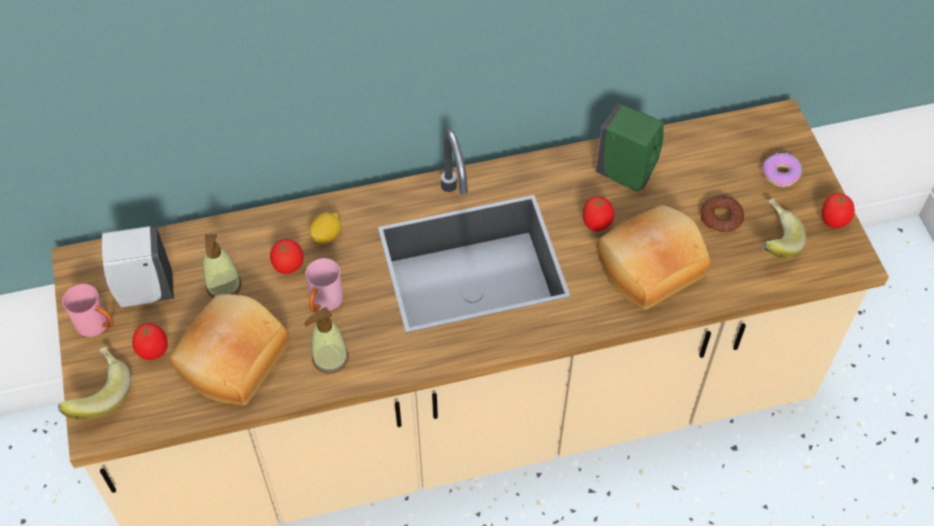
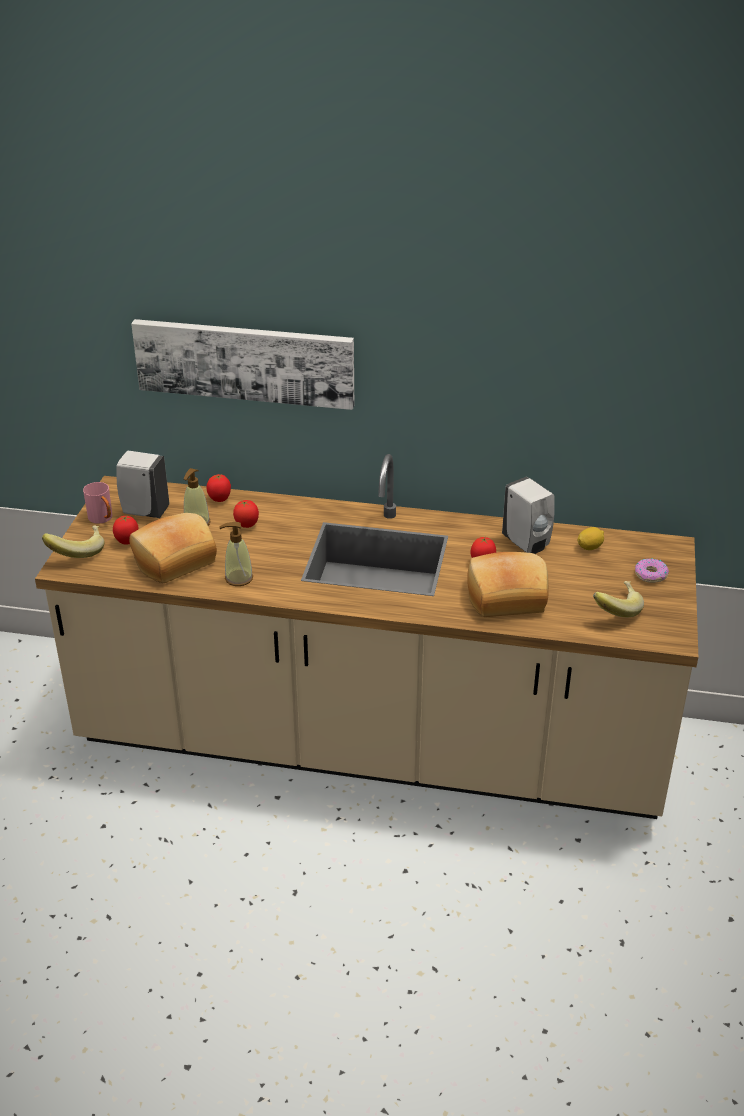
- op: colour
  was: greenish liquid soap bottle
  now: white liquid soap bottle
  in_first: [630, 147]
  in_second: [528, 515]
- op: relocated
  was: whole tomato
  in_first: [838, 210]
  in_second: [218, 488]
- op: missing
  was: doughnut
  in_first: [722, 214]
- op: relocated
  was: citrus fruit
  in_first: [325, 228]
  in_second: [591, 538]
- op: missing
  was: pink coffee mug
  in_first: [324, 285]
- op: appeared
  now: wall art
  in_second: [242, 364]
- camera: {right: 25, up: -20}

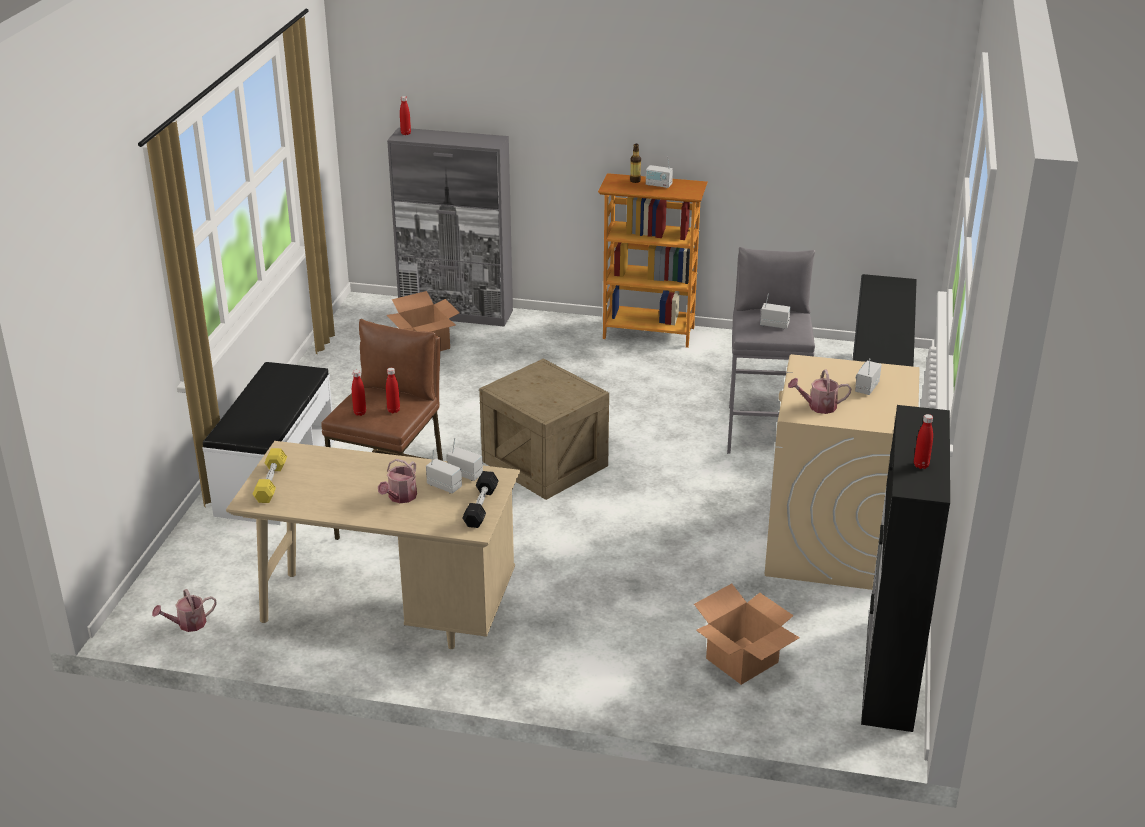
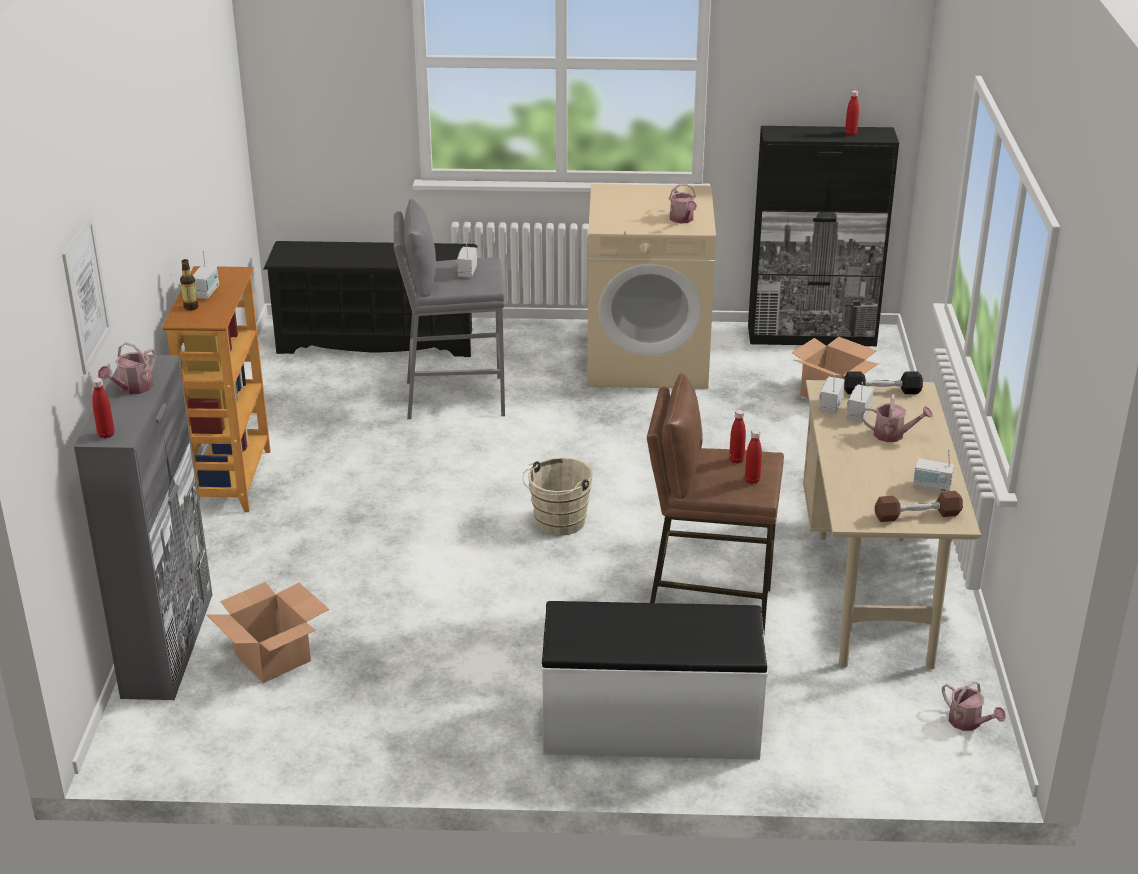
- op: relocated
  was: radio set
  in_first: [868, 376]
  in_second: [933, 471]
- op: exchanged
  was: packing crate
  now: beige-coloured water bucket
  in_first: [544, 429]
  in_second: [557, 496]
- op: colour
  was: yellowish dumbbell
  now: brownish dumbbell
  in_first: [270, 475]
  in_second: [919, 506]
- op: appeared
  now: wall art
  in_second: [86, 294]
- op: appeared
  now: watering can
  in_second: [127, 368]
- camera: {right: -100, up: 0}

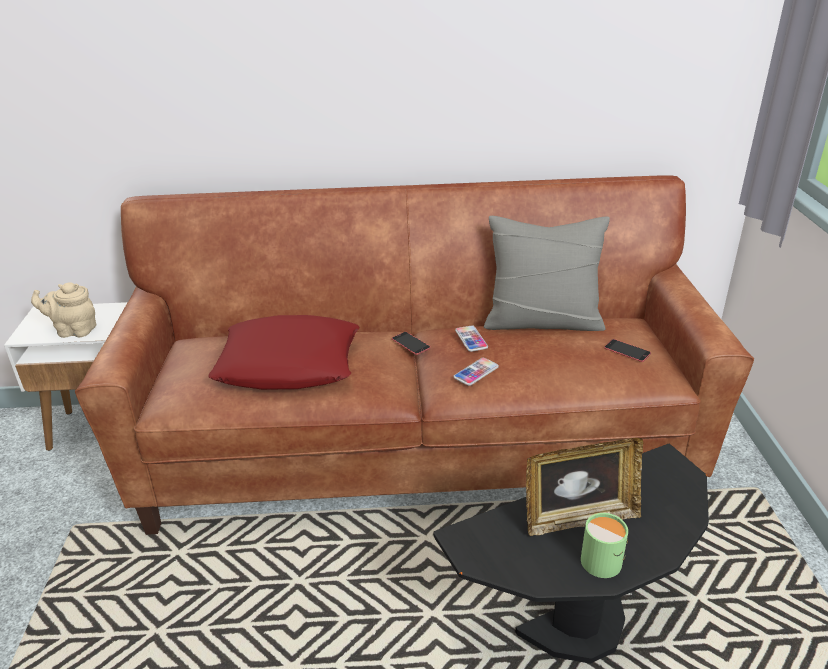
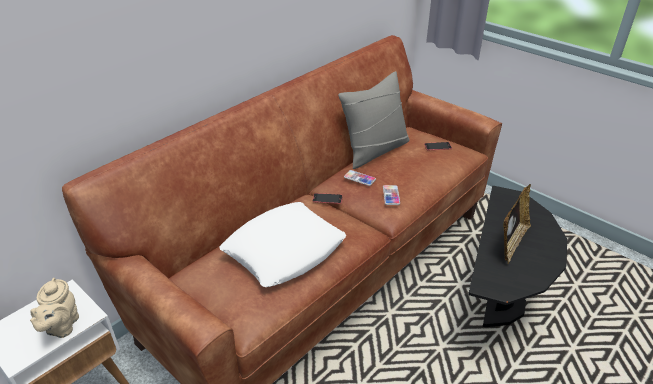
- op: spun
  was: beige-coloured pot for tea
  in_first: [63, 310]
  in_second: [54, 308]
  clockwise: -45
- op: colour
  was: red pillow
  now: white pillow
  in_first: [283, 352]
  in_second: [283, 244]
- op: missing
  was: greenish coffee mug
  in_first: [604, 545]
- camera: {right: -45, up: 5}

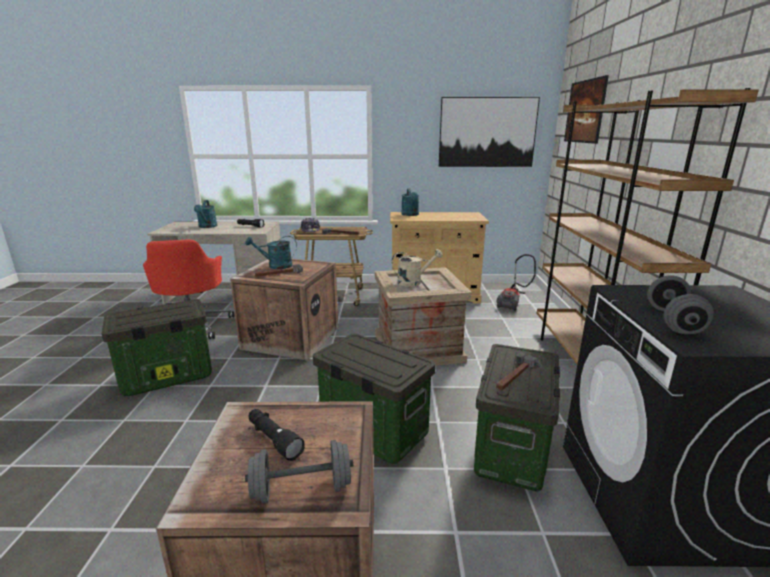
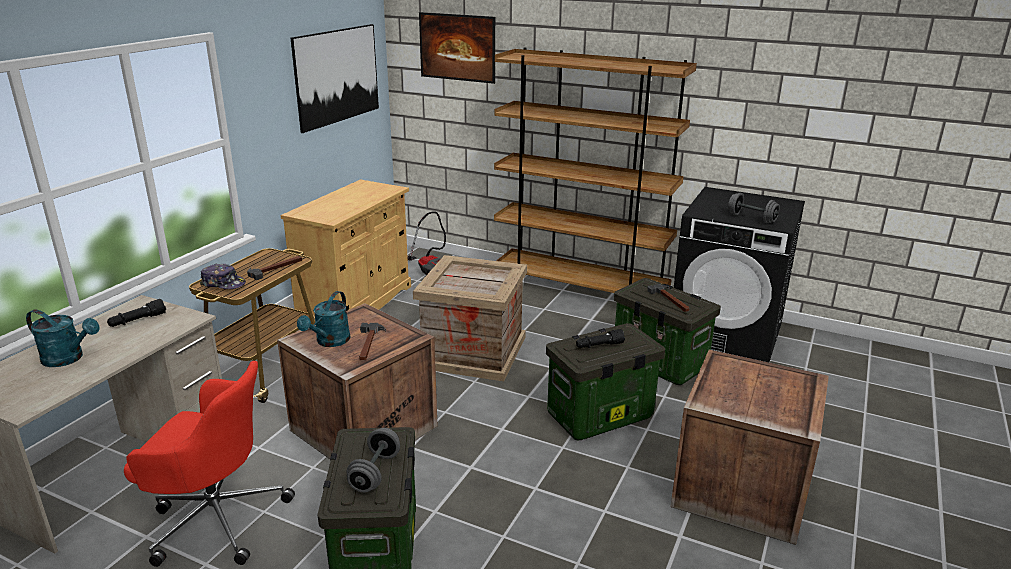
- op: missing
  was: turquoise watering can
  in_first: [410, 202]
- op: missing
  was: beige-coloured watering can
  in_first: [417, 268]
- op: relocated
  was: black hand torch
  in_first: [276, 435]
  in_second: [600, 338]
- op: relocated
  was: gray dumbbell
  in_first: [299, 472]
  in_second: [373, 460]
- camera: {right: -65, up: 5}

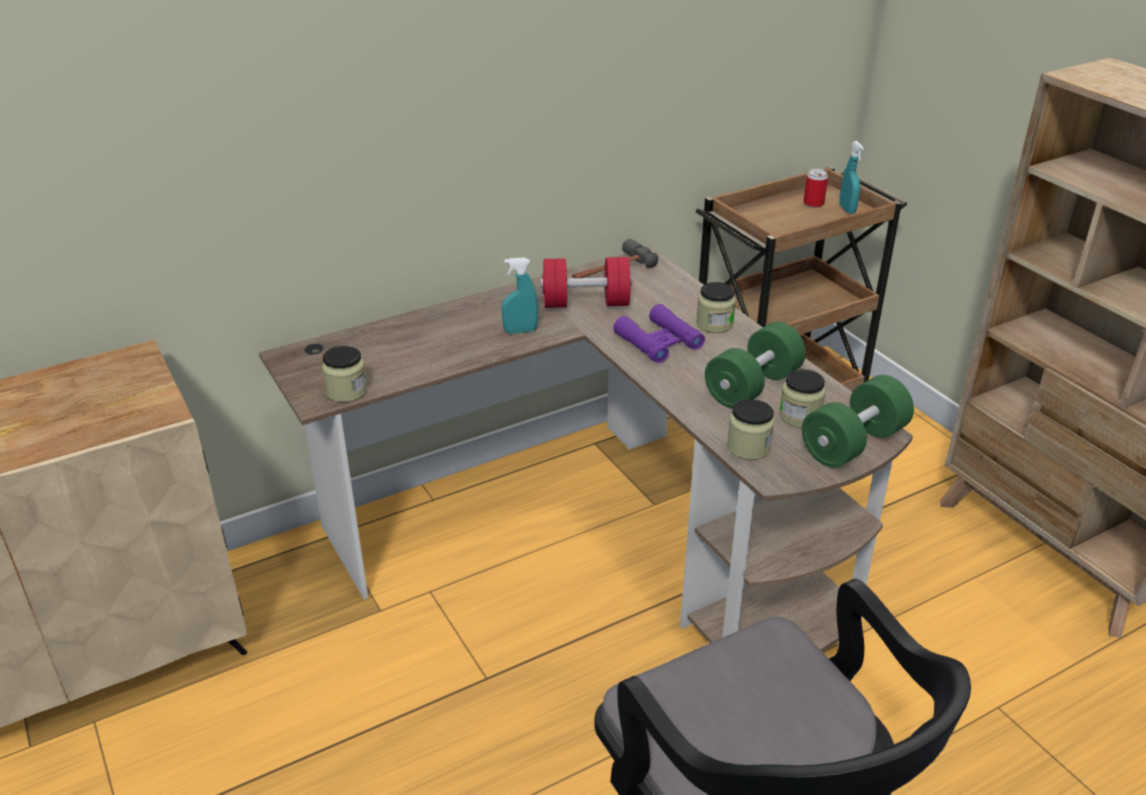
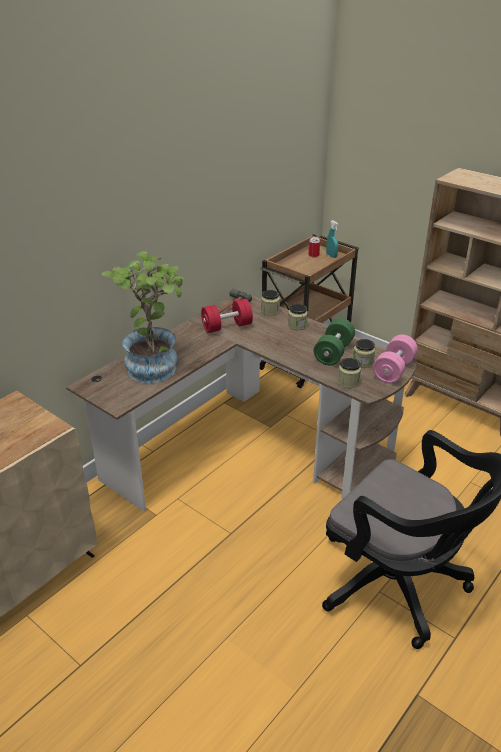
- op: missing
  was: turquoise sprayer
  in_first: [520, 295]
- op: missing
  was: purplish pair of binoculars
  in_first: [659, 333]
- op: relocated
  was: storage jar
  in_first: [344, 374]
  in_second: [270, 303]
- op: colour
  was: greenish dumbbell
  now: pink dumbbell
  in_first: [858, 421]
  in_second: [395, 358]
- op: appeared
  now: houseplant
  in_second: [143, 317]
- camera: {right: -20, up: 0}

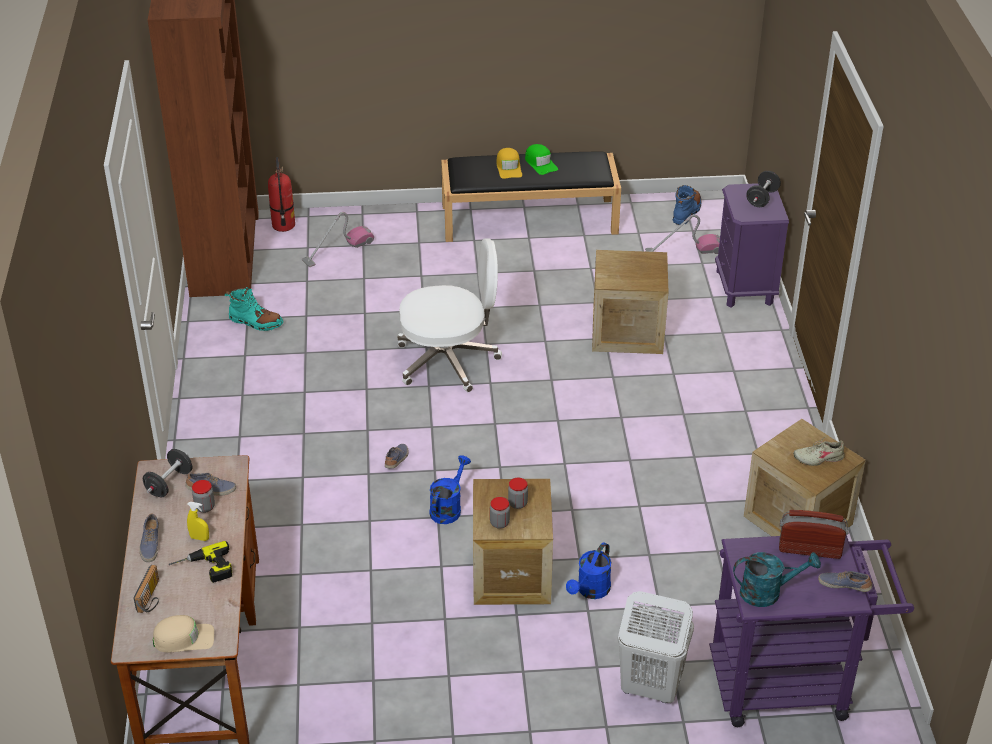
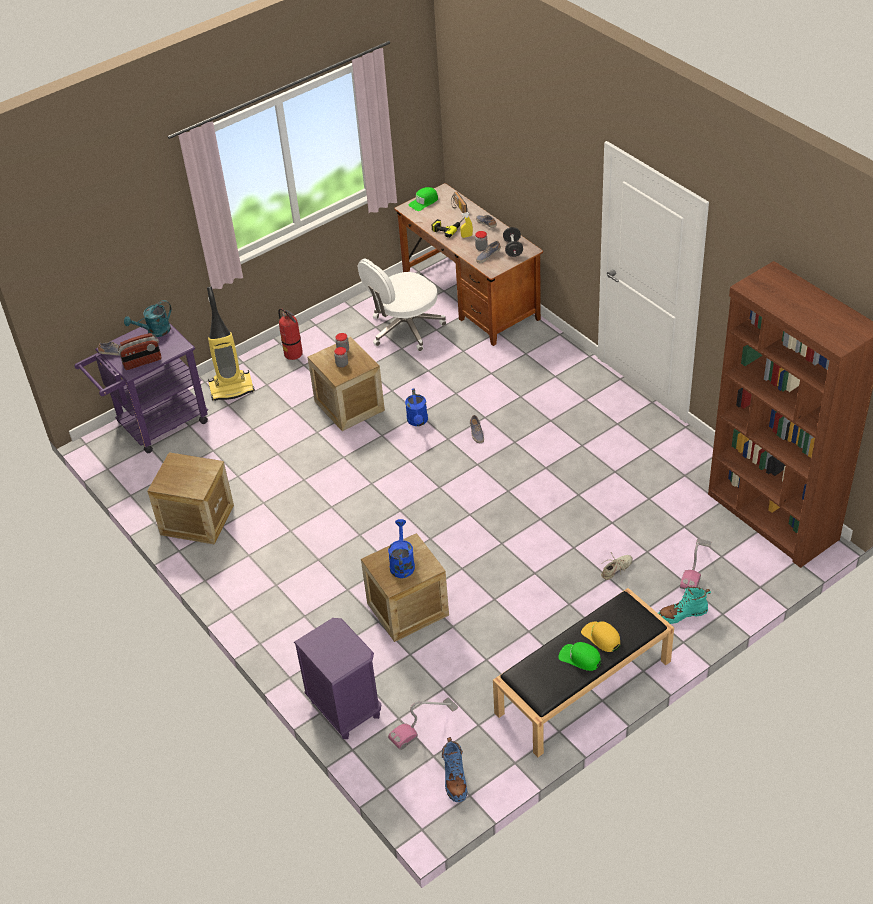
- op: relocated
  was: fire-fighting cylinder
  in_first: [281, 194]
  in_second: [290, 334]
- op: missing
  was: black dumbbell
  in_first: [763, 189]
- op: relocated
  was: white desk chair
  in_first: [449, 315]
  in_second: [402, 304]
- op: relocated
  was: turquoise boot
  in_first: [253, 309]
  in_second: [684, 605]
- op: relocated
  was: beige-coloured low shoe
  in_first: [819, 451]
  in_second: [617, 566]
- op: relocated
  was: bluish watering can
  in_first: [588, 570]
  in_second: [401, 548]
- op: exchanged
  was: white laundry basket
  now: vacuum
  in_first: [656, 647]
  in_second: [231, 344]
- op: colour
  was: beige-coloured baseball cap
  now: greenish baseball cap
  in_first: [183, 633]
  in_second: [423, 199]
- camera: {right: 150, up: 5}

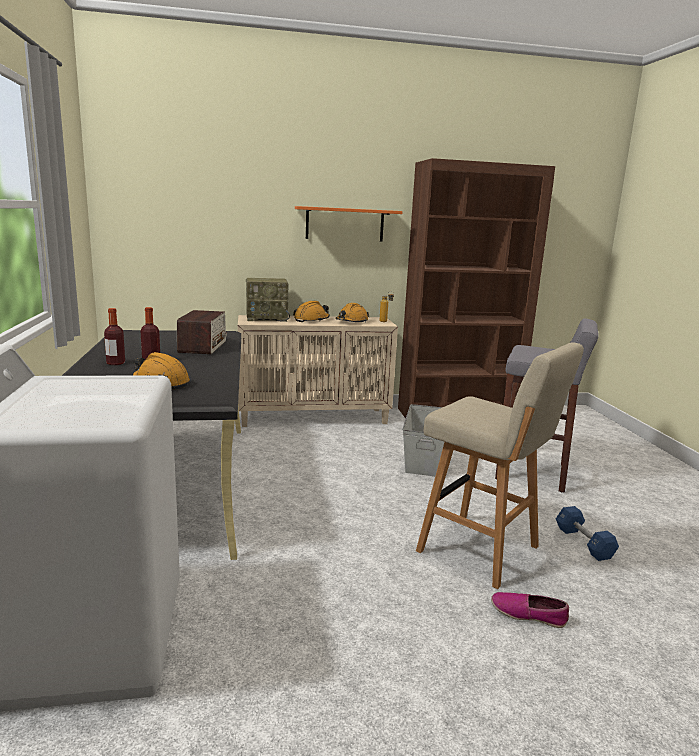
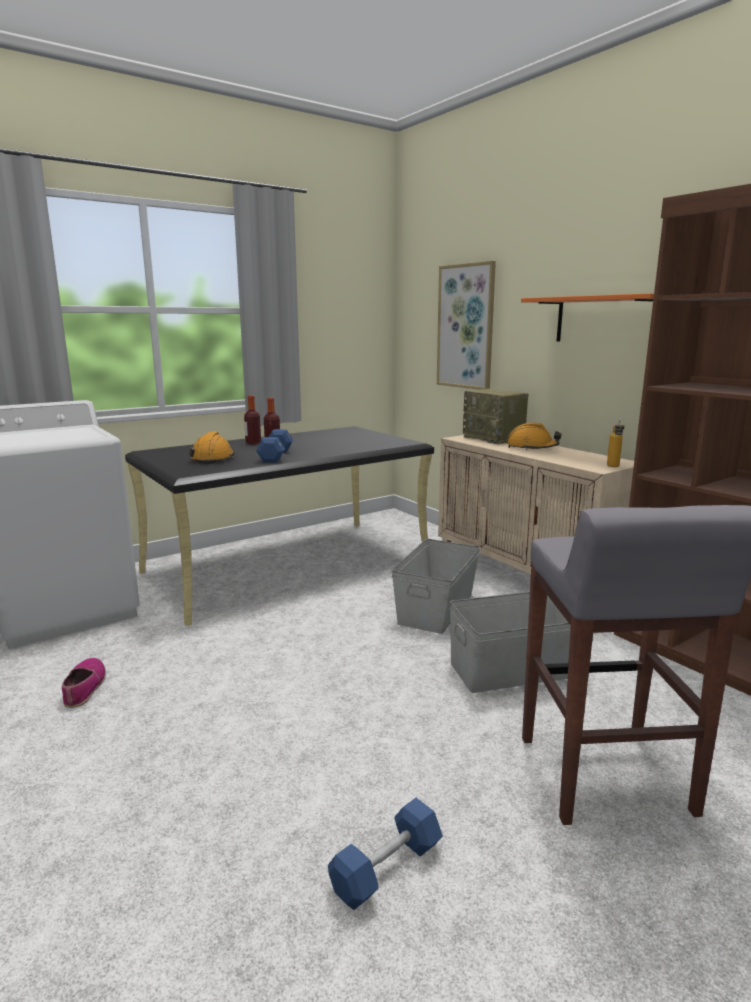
- op: missing
  was: orange-coloured work helmet
  in_first: [352, 313]
- op: missing
  was: radio set
  in_first: [202, 332]
- op: missing
  was: beige-coloured stool
  in_first: [500, 466]
- op: relocated
  was: low shoe
  in_first: [530, 610]
  in_second: [84, 683]
- op: appeared
  now: wall art
  in_second: [466, 325]
- op: appeared
  now: bluish dumbbell
  in_second: [274, 446]
- op: appeared
  now: gray storage container
  in_second: [435, 586]
- camera: {right: 65, up: 0}

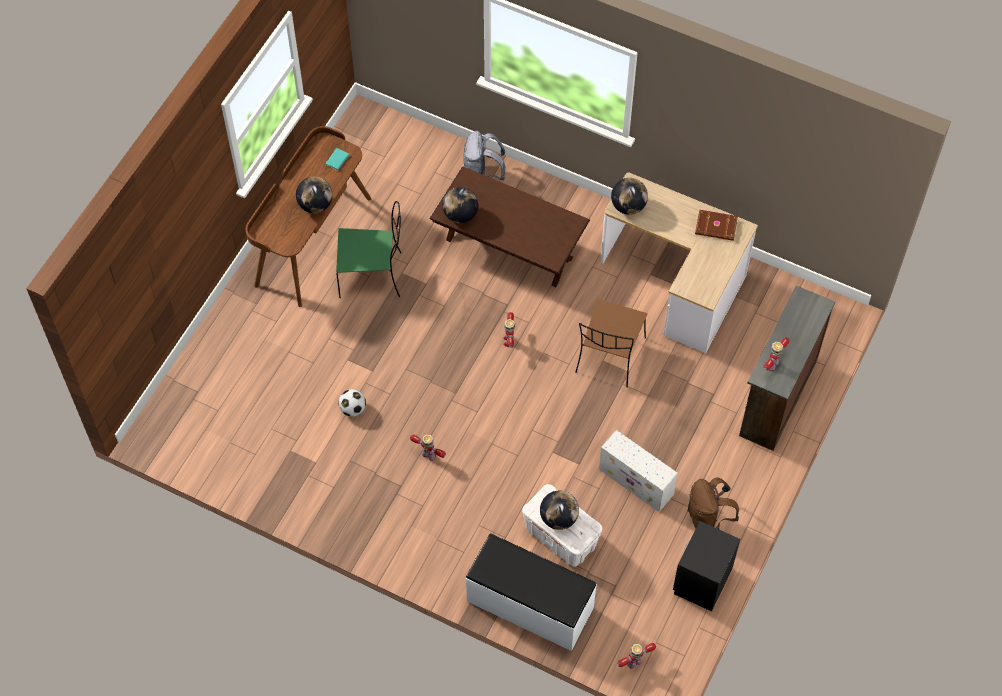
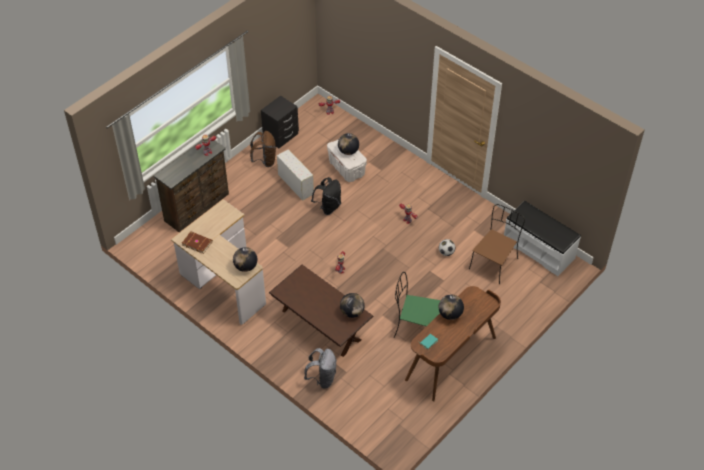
- op: relocated
  was: brownish plain chair
  in_first: [611, 343]
  in_second: [497, 244]
- op: relocated
  was: white indoor bench
  in_first: [531, 592]
  in_second: [542, 238]
- op: appeared
  now: black knapsack
  in_second: [326, 196]
- camera: {right: -165, up: -10}

